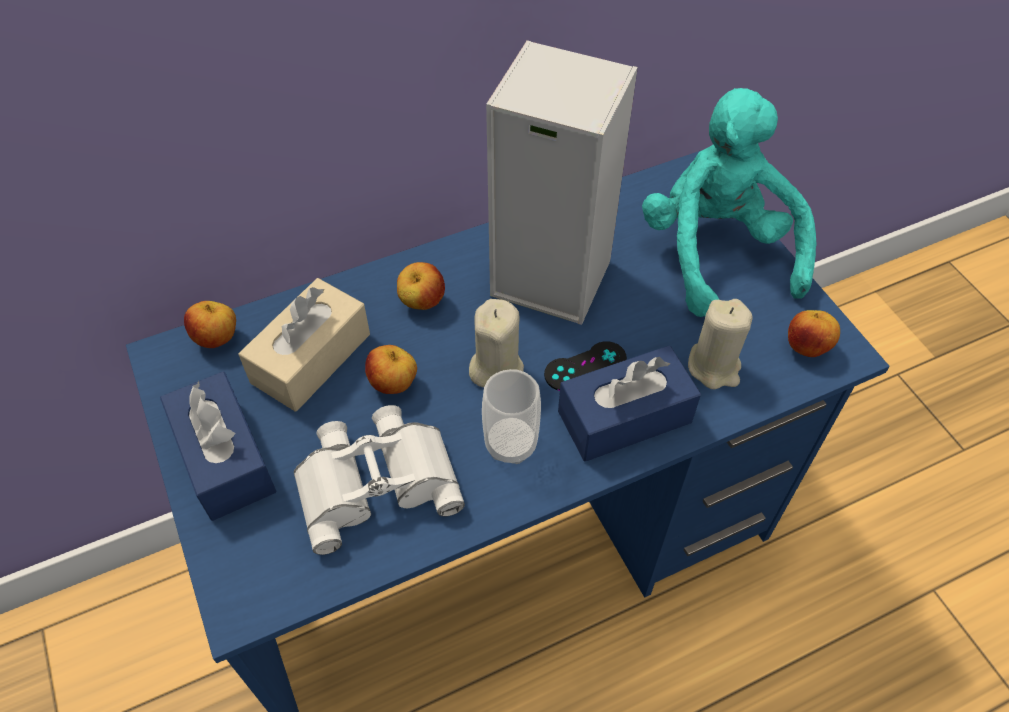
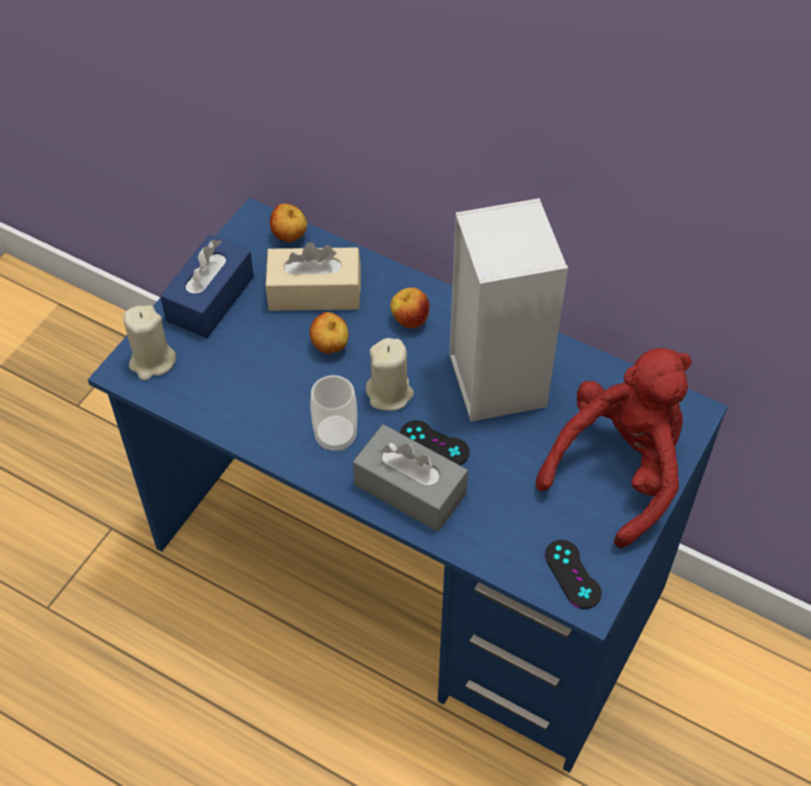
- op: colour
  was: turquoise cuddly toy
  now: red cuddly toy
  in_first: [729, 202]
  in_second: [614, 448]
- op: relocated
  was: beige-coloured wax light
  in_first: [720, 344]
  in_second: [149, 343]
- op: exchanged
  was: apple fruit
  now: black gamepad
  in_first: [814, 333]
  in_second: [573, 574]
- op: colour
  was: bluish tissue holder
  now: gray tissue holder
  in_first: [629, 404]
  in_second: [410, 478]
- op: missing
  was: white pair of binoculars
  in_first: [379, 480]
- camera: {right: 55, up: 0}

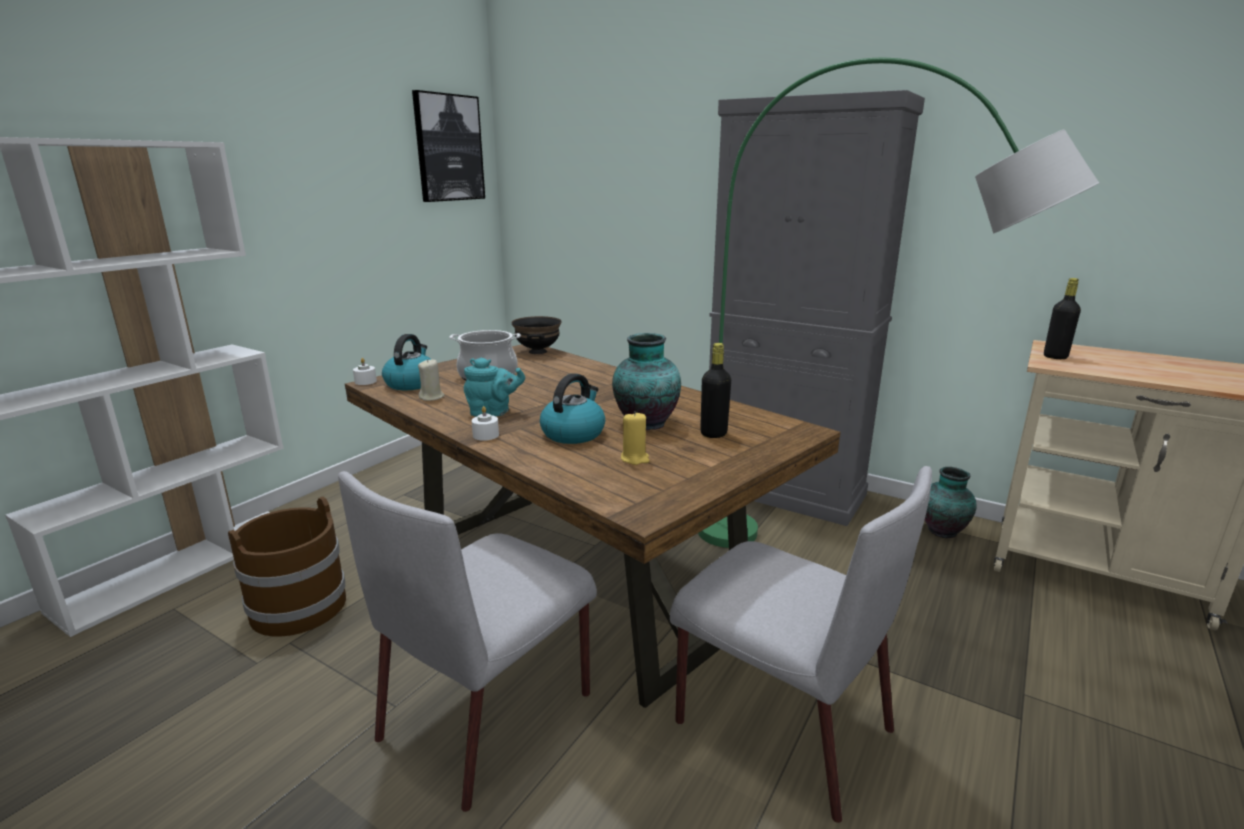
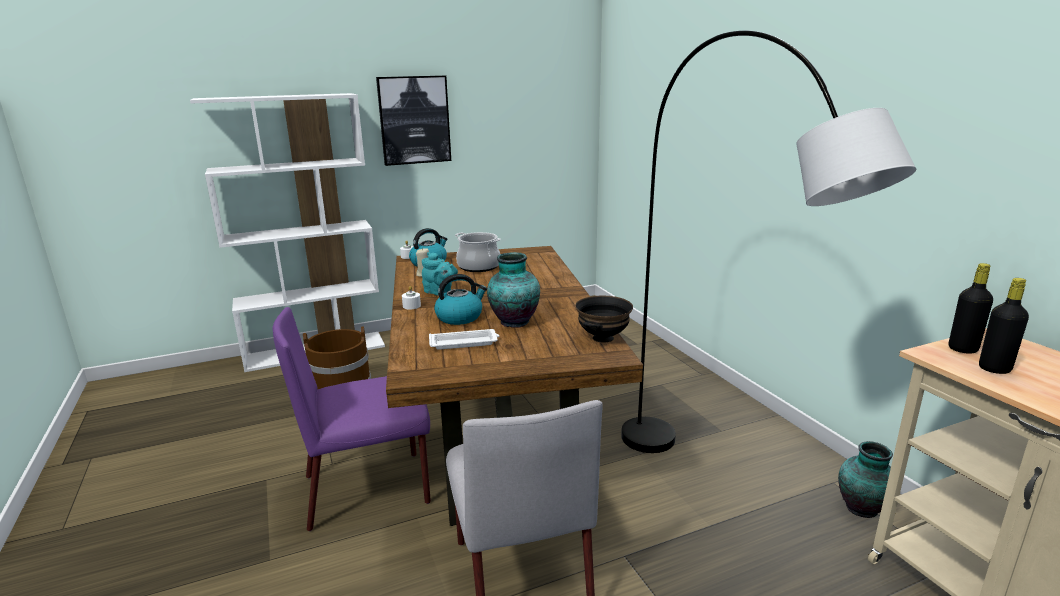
- op: colour
  was: greenish floor lamp
  now: gray floor lamp
  in_first: [899, 303]
  in_second: [768, 242]
- op: relocated
  was: wall art
  in_first: [448, 146]
  in_second: [413, 121]
- op: missing
  was: gray cabinet
  in_first: [817, 308]
- op: relocated
  was: black bowl
  in_first: [536, 335]
  in_second: [604, 319]
- op: relocated
  was: black drink bottle
  in_first: [715, 390]
  in_second: [1004, 326]
- op: exchanged
  was: yellowish wax light
  now: white carrying tray
  in_first: [635, 438]
  in_second: [464, 339]
- op: colour
  was: gray plain chair
  now: purplish plain chair
  in_first: [467, 641]
  in_second: [351, 419]
- camera: {right: 35, up: 0}

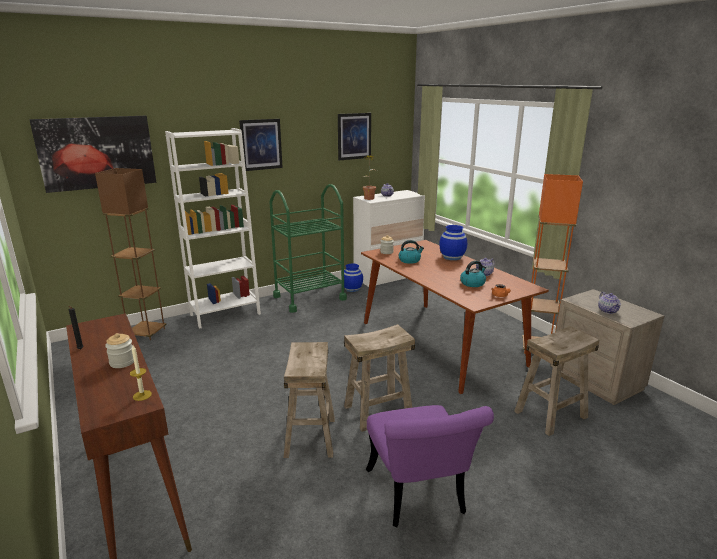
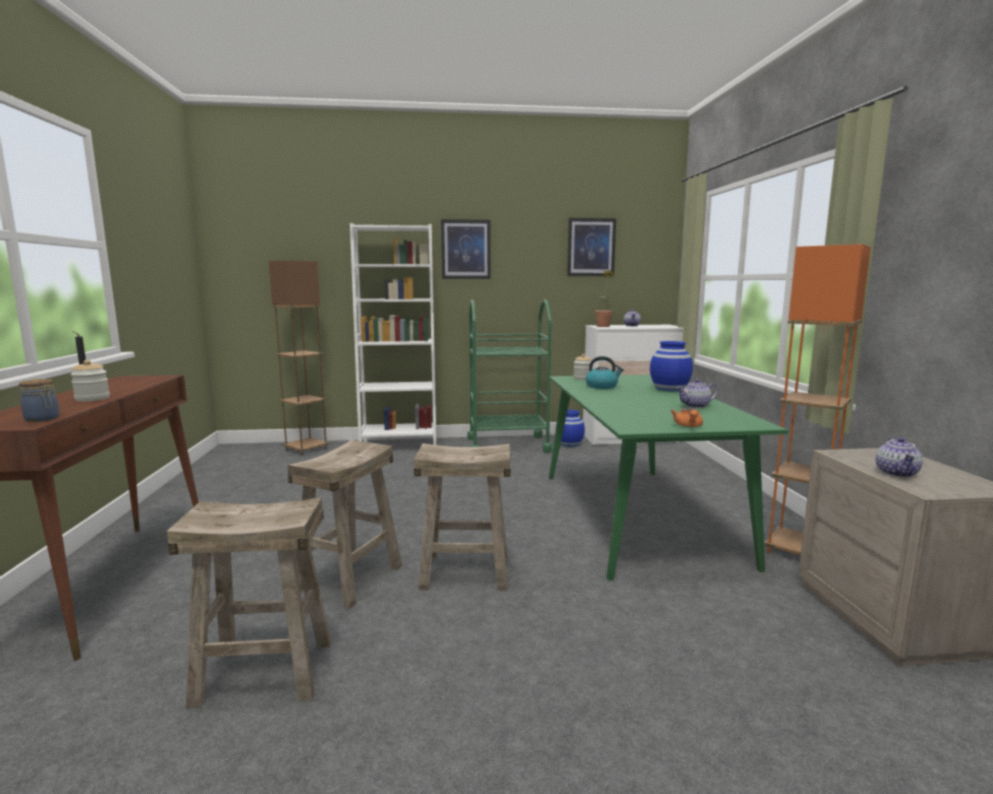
- op: missing
  was: wall art
  in_first: [92, 154]
- op: colour
  was: brownish kitchen table
  now: greenish kitchen table
  in_first: [455, 317]
  in_second: [668, 478]
- op: missing
  was: kettle
  in_first: [473, 274]
- op: relocated
  was: beige-coloured stool
  in_first: [556, 381]
  in_second: [249, 603]
- op: exchanged
  was: wax light
  now: storage jar
  in_first: [141, 373]
  in_second: [39, 400]
- op: missing
  was: purplish plain chair
  in_first: [430, 466]
- camera: {right: 25, up: -10}

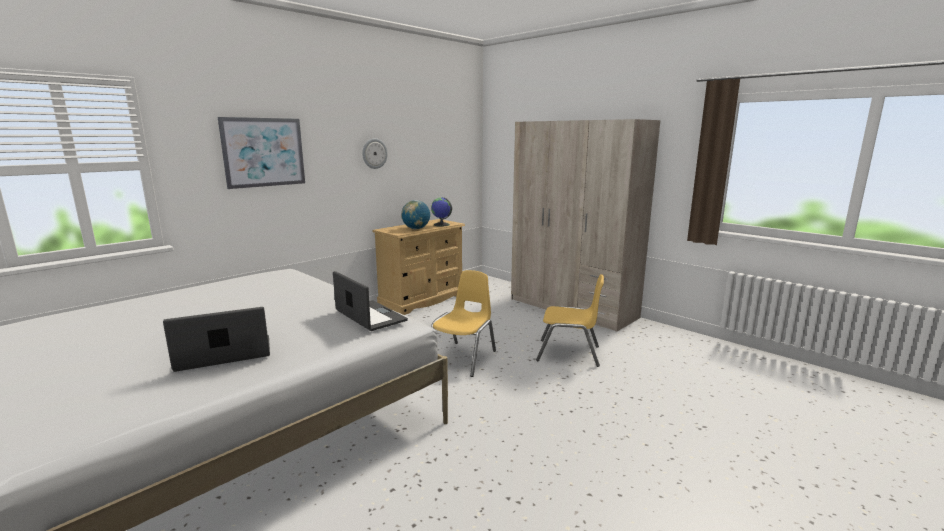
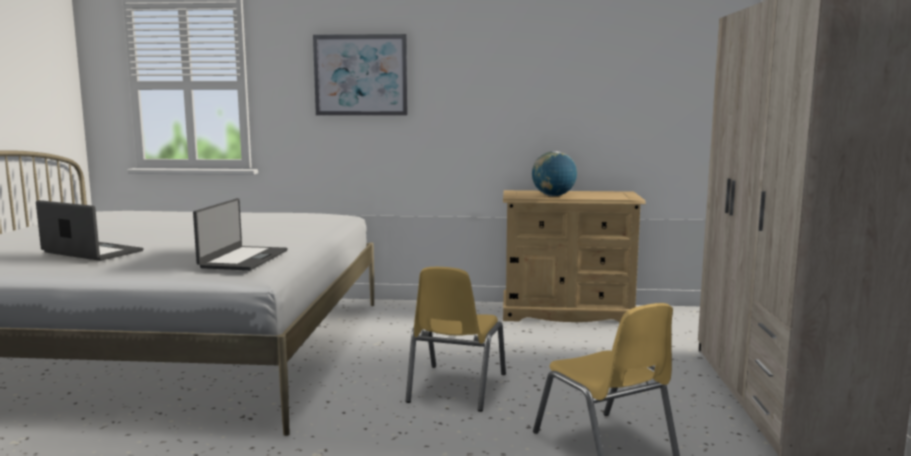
- op: missing
  was: wall clock
  in_first: [375, 153]
- op: missing
  was: globe
  in_first: [441, 212]
- op: spun
  was: yellowish plain chair
  in_first: [463, 323]
  in_second: [455, 339]
  clockwise: 120
- camera: {right: 50, up: -5}

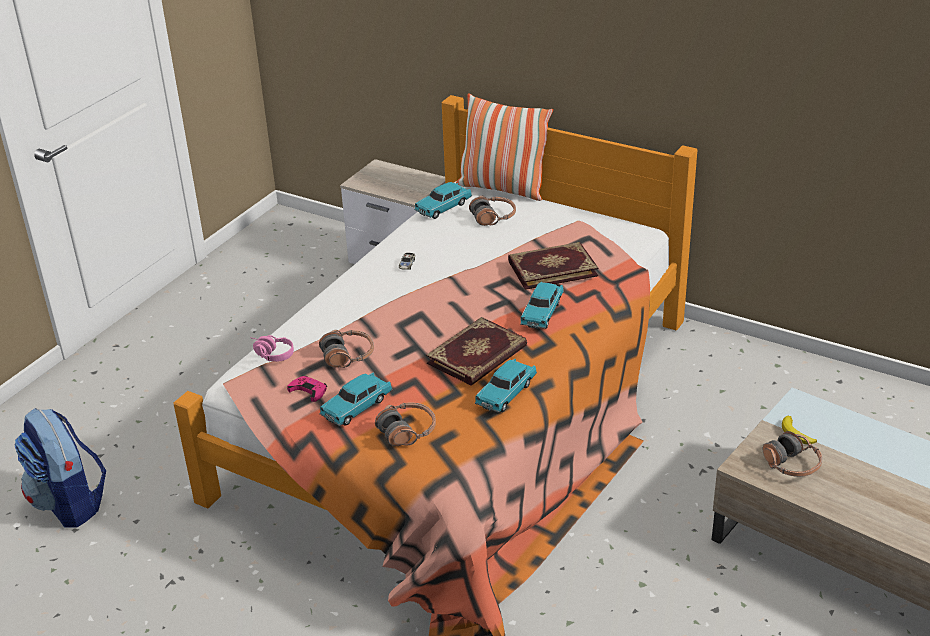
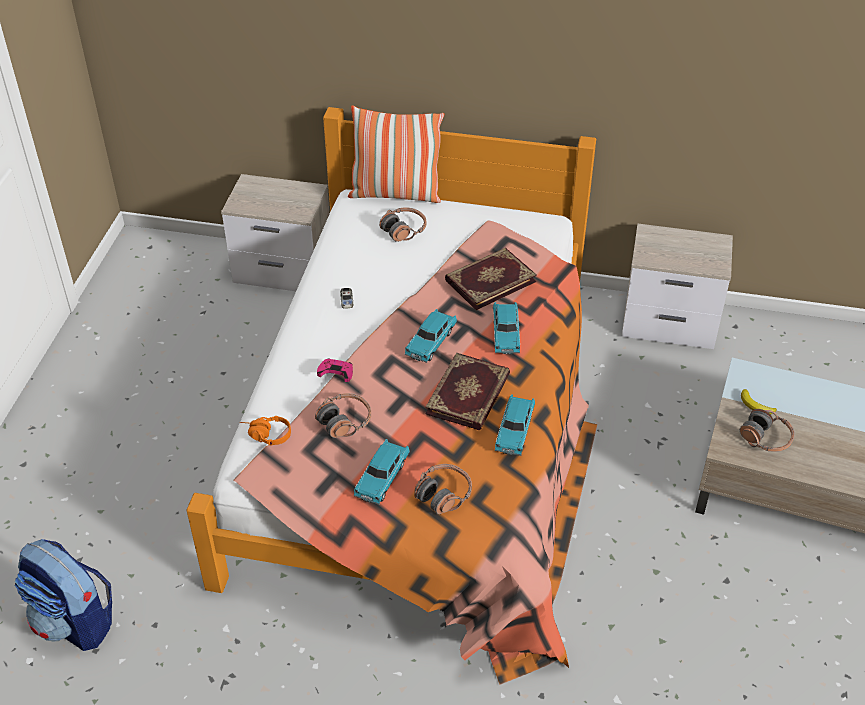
- op: relocated
  was: turquoise toy car
  in_first: [443, 200]
  in_second: [431, 336]
- op: colour
  was: pink headphones
  now: orange-coloured headphones
  in_first: [272, 348]
  in_second: [265, 430]
- op: relocated
  was: pink gamepad
  in_first: [307, 389]
  in_second: [335, 370]
- op: appeared
  now: nightstand
  in_second: [677, 286]
- camera: {right: -20, up: 10}

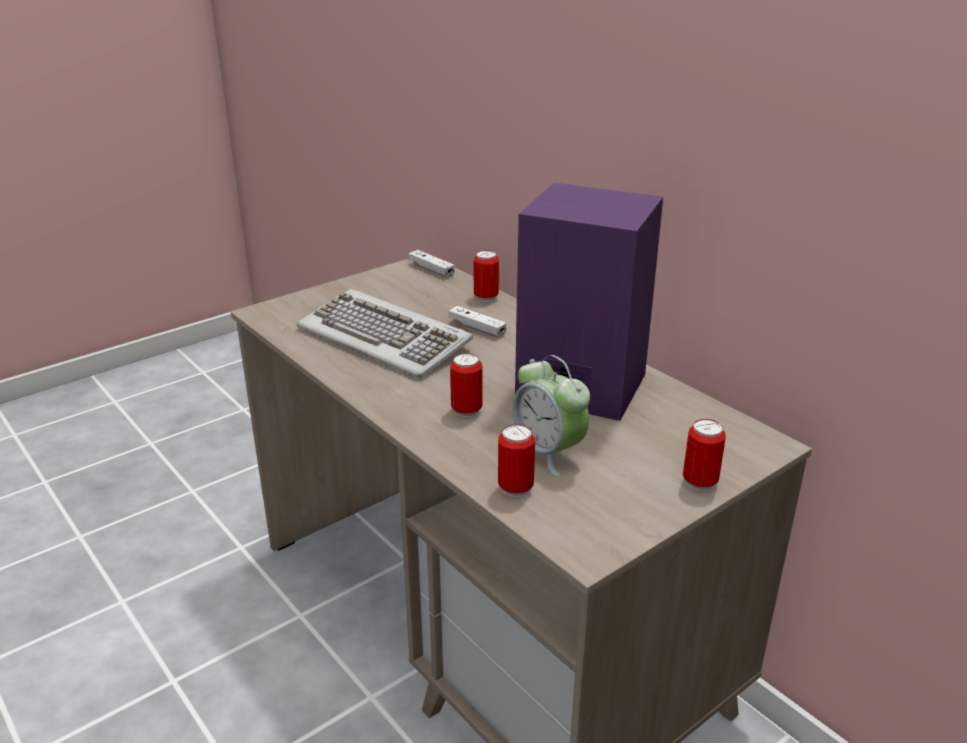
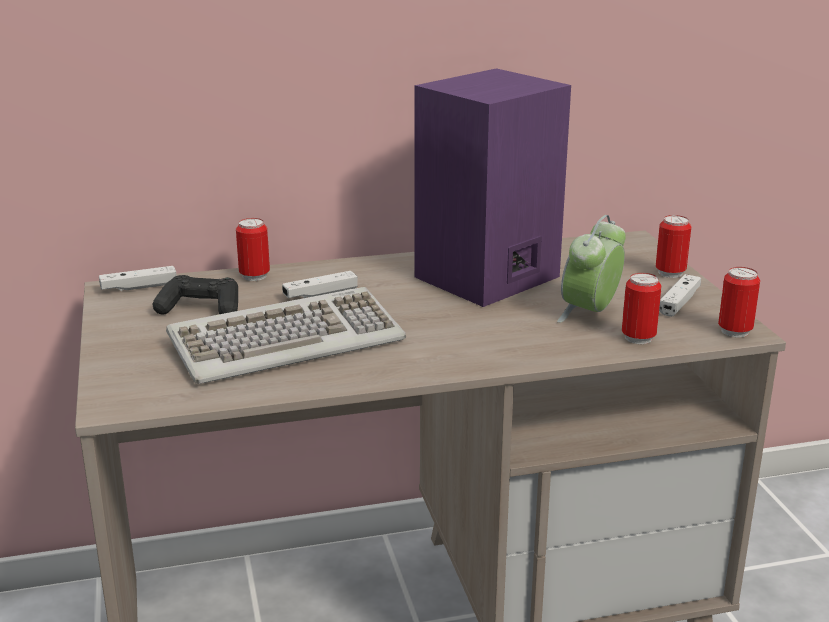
- op: relocated
  was: metal can
  in_first: [466, 385]
  in_second: [739, 302]
- op: spun
  was: bedside clock
  in_first: [551, 416]
  in_second: [591, 269]
  clockwise: 135
- op: appeared
  now: white gamepad
  in_second: [680, 295]
- op: appeared
  now: black gamepad
  in_second: [195, 295]
- camera: {right: -65, up: -5}

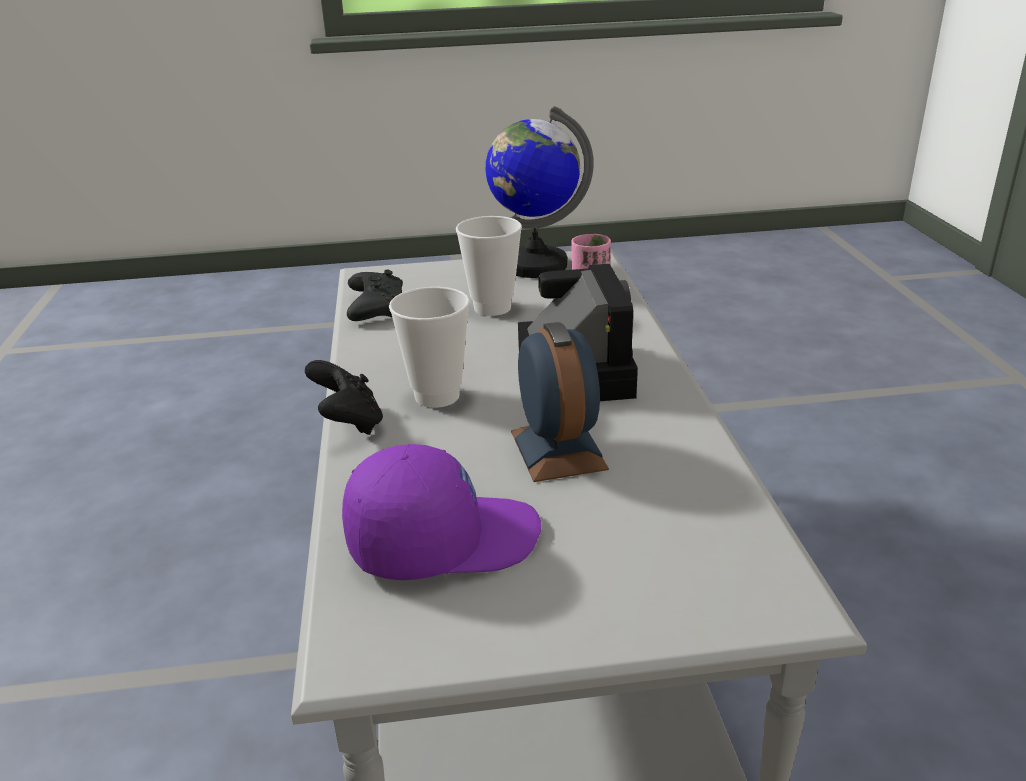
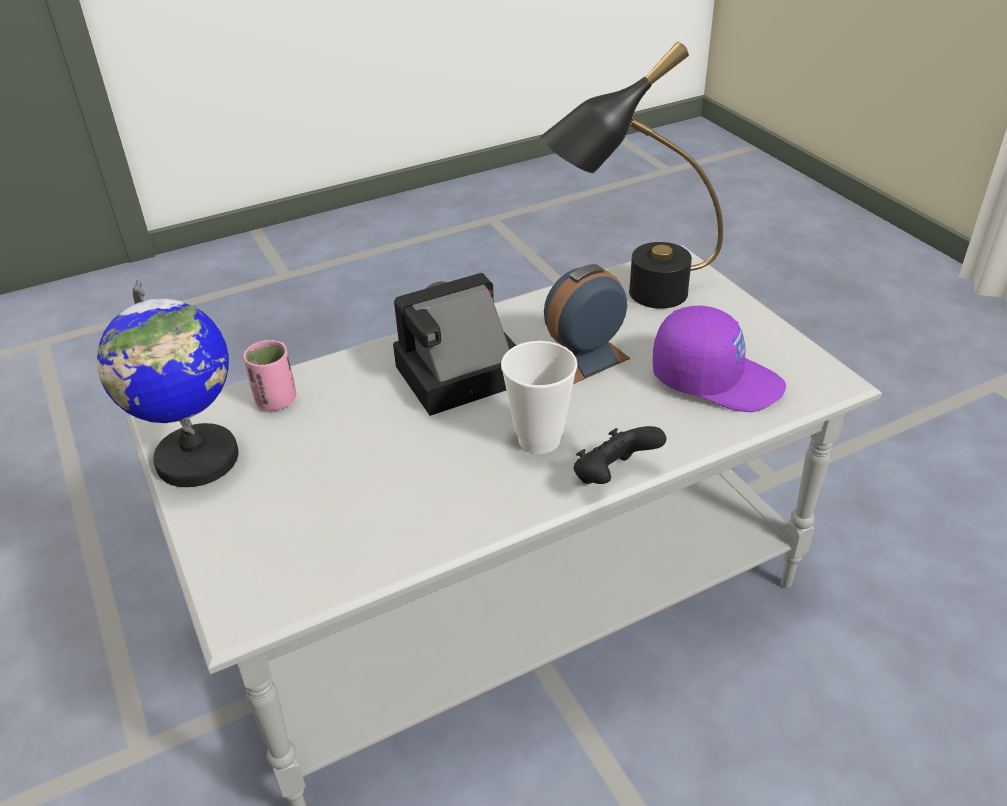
- op: missing
  was: small cup
  in_first: [489, 266]
- op: missing
  was: black gamepad
  in_first: [375, 295]
- op: spun
  was: purplish baseball cap
  in_first: [442, 512]
  in_second: [719, 359]
  clockwise: 150
- op: appeared
  now: black table lamp
  in_second: [631, 175]
- camera: {right: -110, up: 10}

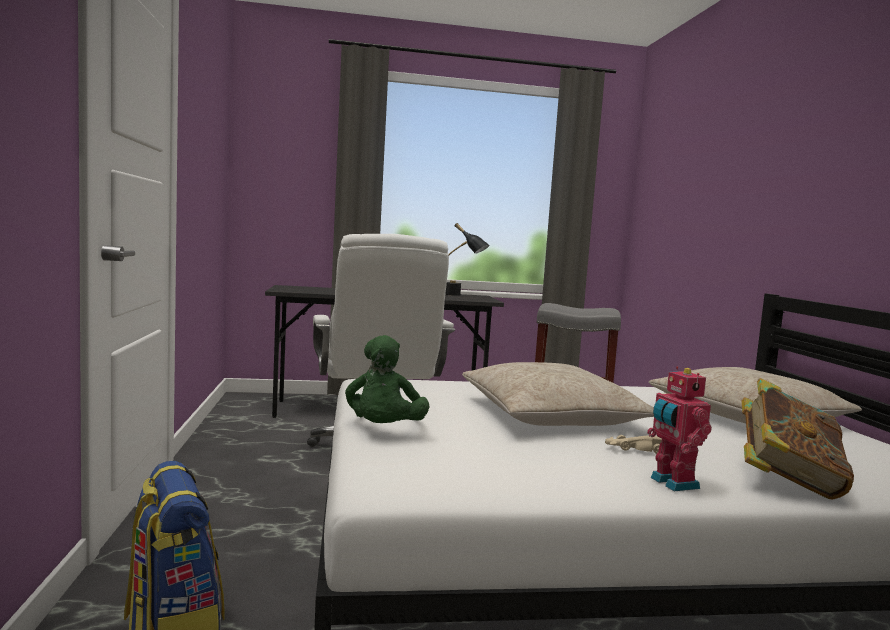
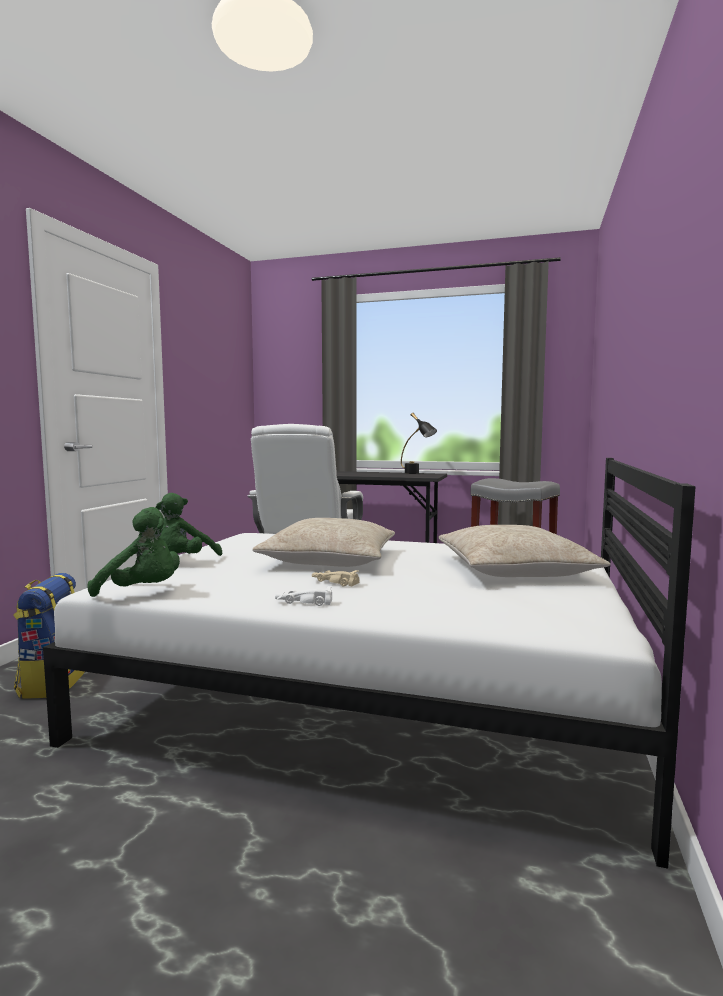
- op: exchanged
  was: model robot
  now: white toy car
  in_first: [679, 429]
  in_second: [303, 596]
- op: missing
  was: volume
  in_first: [797, 439]
- op: appeared
  now: greenish cuddly toy
  in_second: [133, 552]
- camera: {right: 25, up: 0}

